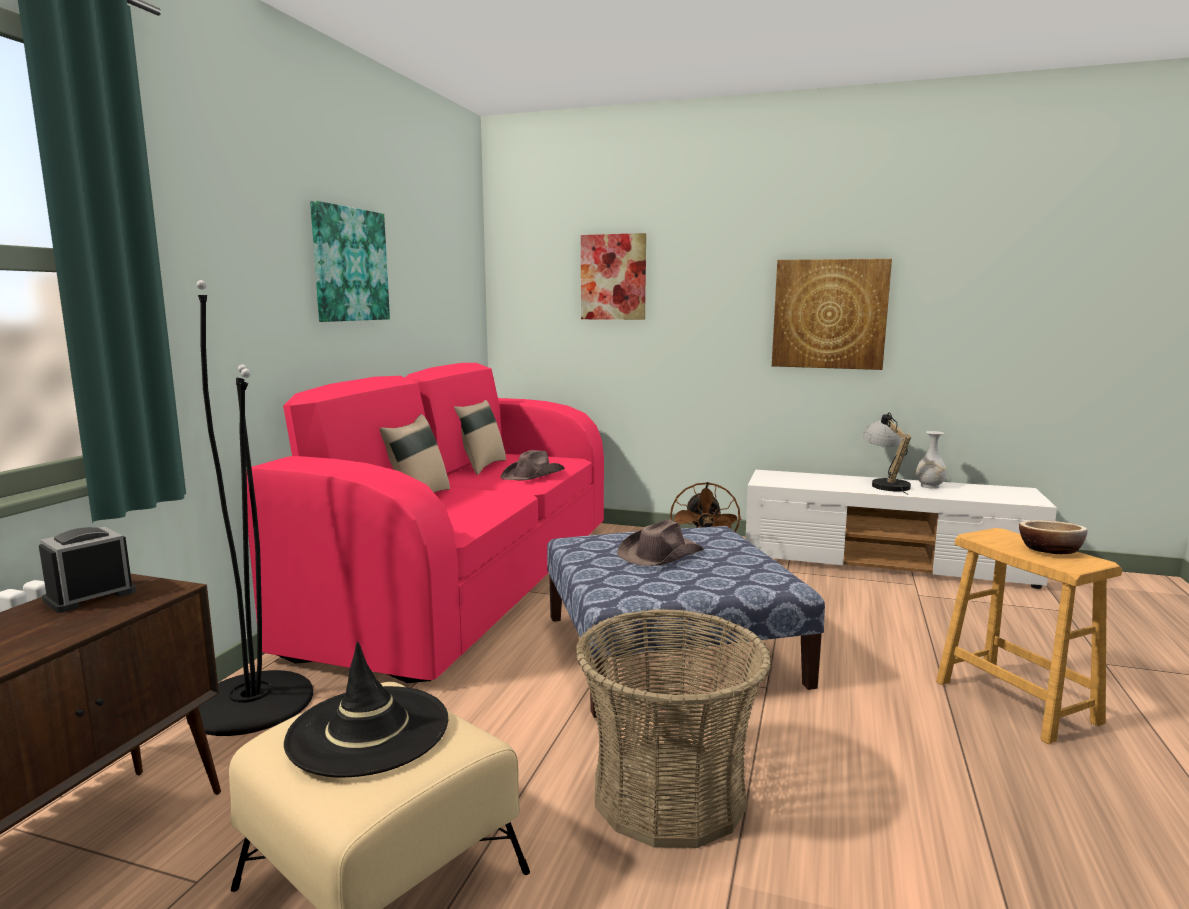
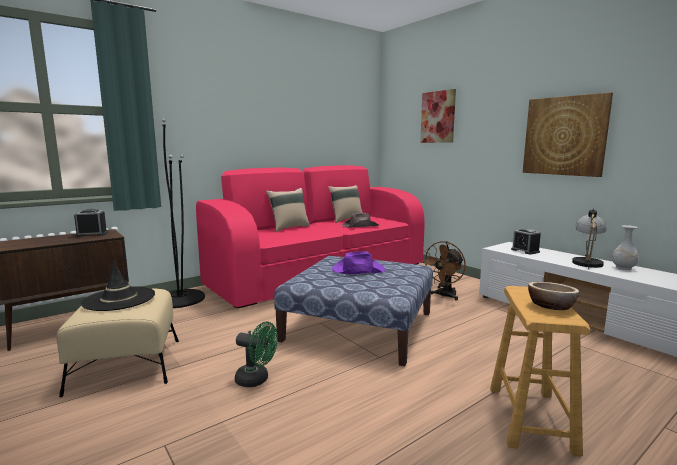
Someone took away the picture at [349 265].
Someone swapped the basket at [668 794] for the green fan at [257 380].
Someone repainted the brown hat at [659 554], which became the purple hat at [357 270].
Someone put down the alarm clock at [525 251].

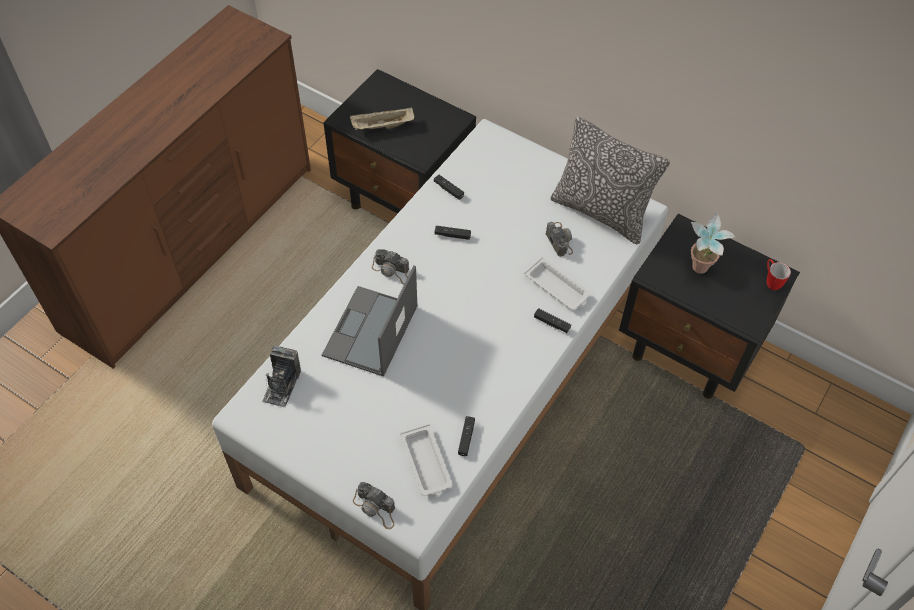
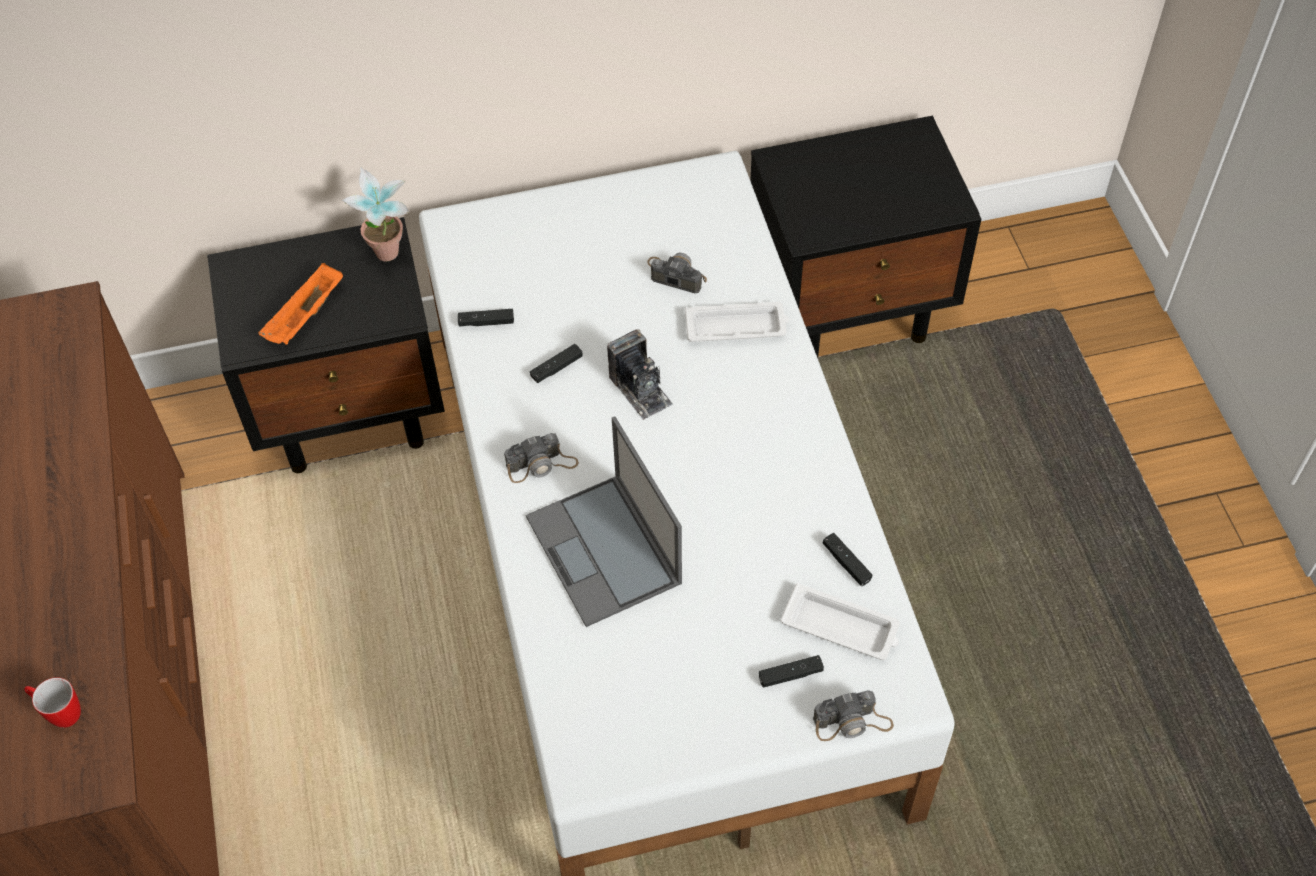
Someone carried the photo camera from [282 385] to [640 390].
Someone repainted the beige tray at [382 127], which became the orange tray at [306 317].
Someone carried the black game controller from [552 323] to [790 675].
Someone took away the pillow at [601 212].
Someone carried the potted plant from [698 272] to [390 259].
Someone carried the mug from [771 281] to [60 713].

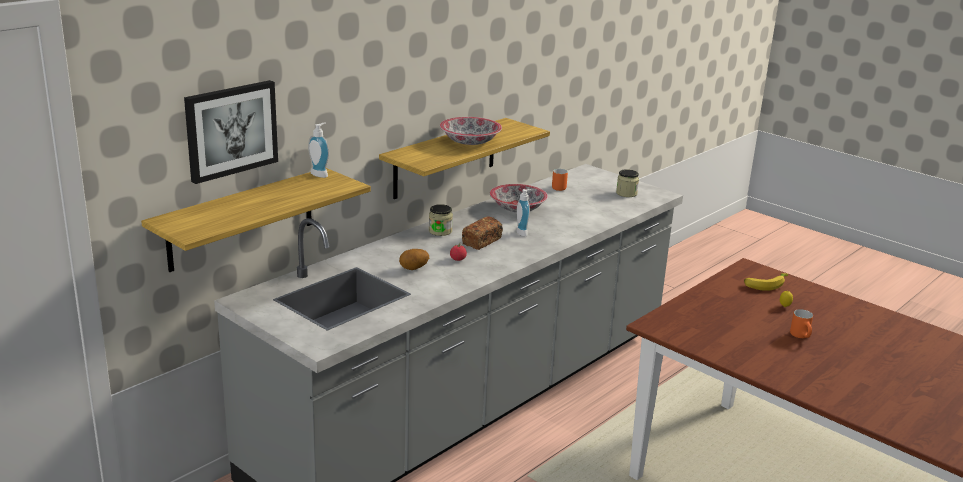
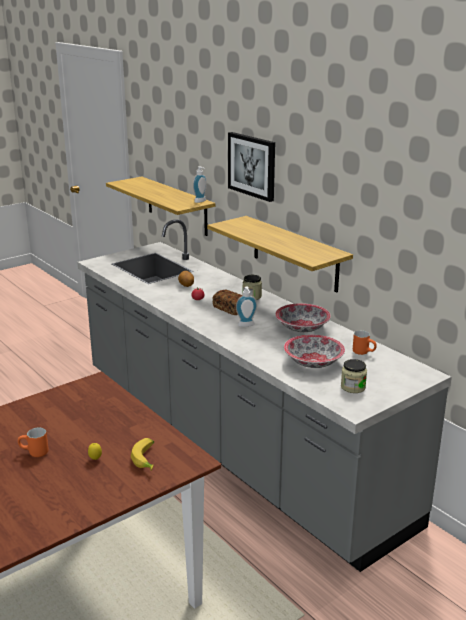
Someone carried the picture from [231 130] to [252 165].
Someone carried the bowl from [470 142] to [313 362].

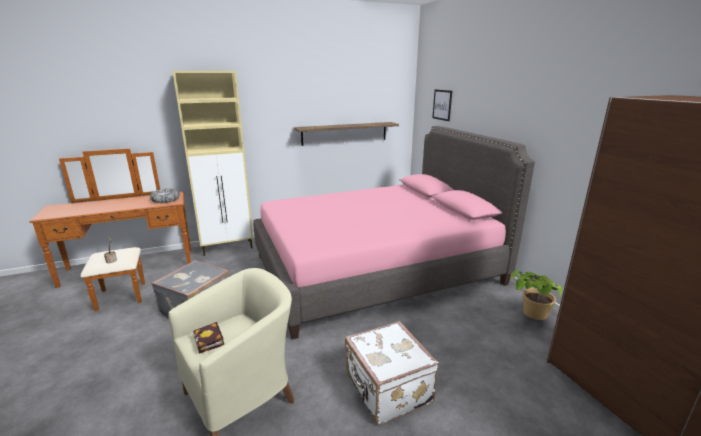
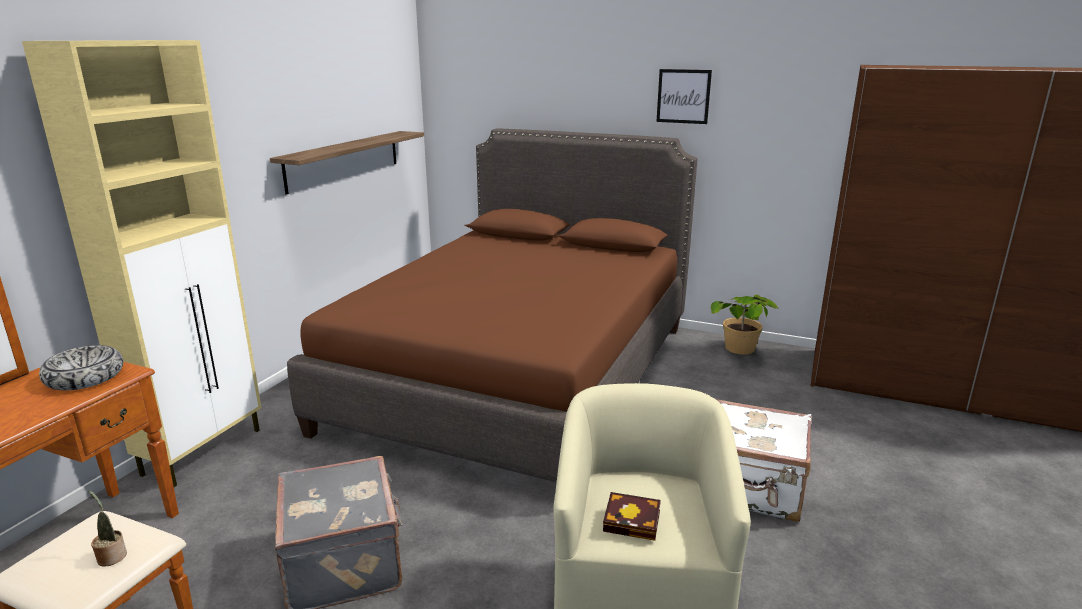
Someone repainted the pink bed at [375 269], which became the brown bed at [518 375].
Someone carried the picture from [442 105] to [683 96].

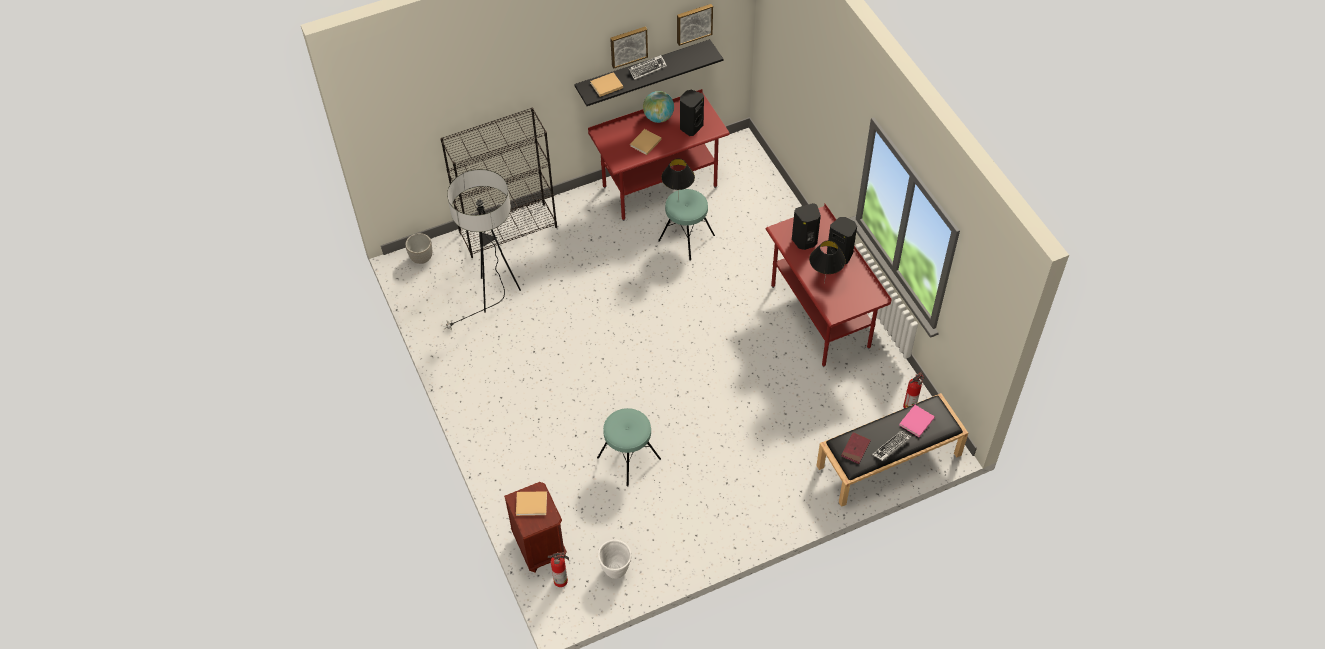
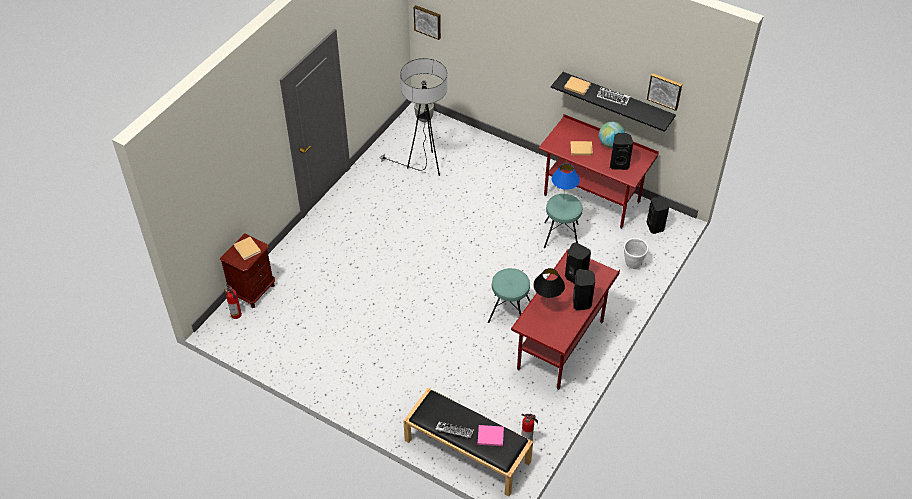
Someone took away the black bookcase at [508 230].
Someone carried the turquoise stool from [629 458] to [509 311].
Someone carried the white planter from [616 570] to [633 264].
Someone carried the picture from [628 46] to [428 21].
Someone repainted the black table lamp at [678 200], which became the blue table lamp at [563 199].
Someone took away the red book at [855 449].
Someone put down the black speaker at [656 227].

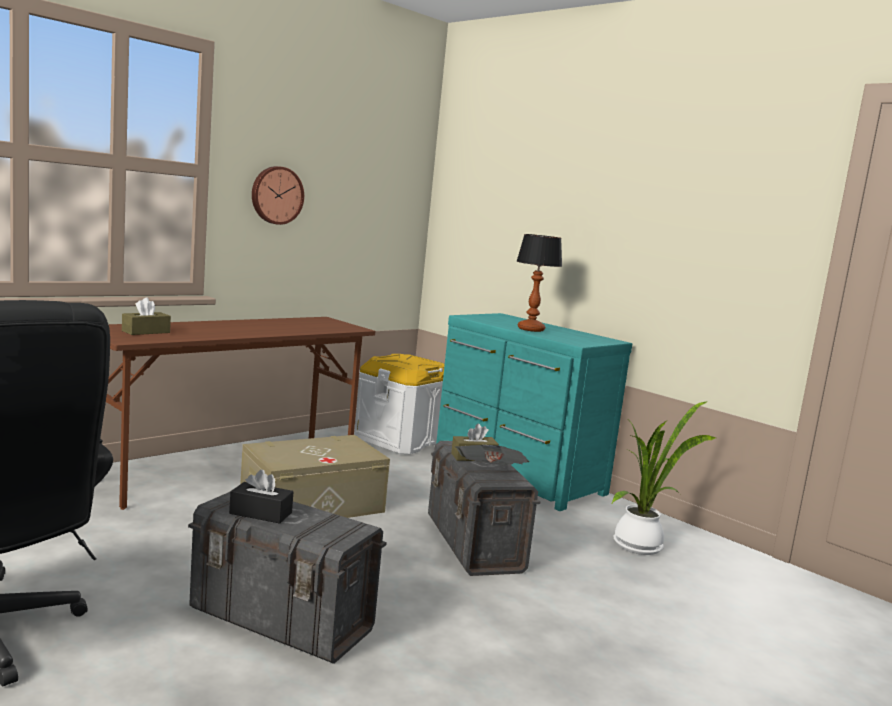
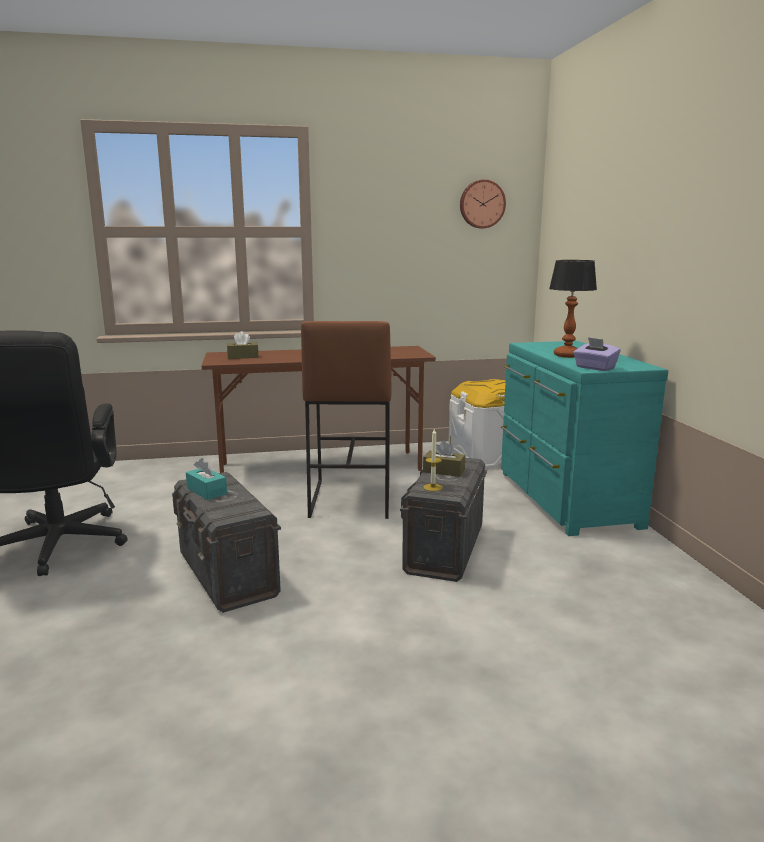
Someone repainted the black tissue box at [260 513], which became the turquoise tissue box at [206 491].
Someone swapped the beige storage box at [312 505] for the brown stool at [349 498].
Someone carried the wall clock from [276 195] to [481 204].
Someone swapped the newspaper at [490 475] for the candle at [432 487].
Someone took away the potted plant at [642 546].
Someone put down the purple tissue box at [594 368].

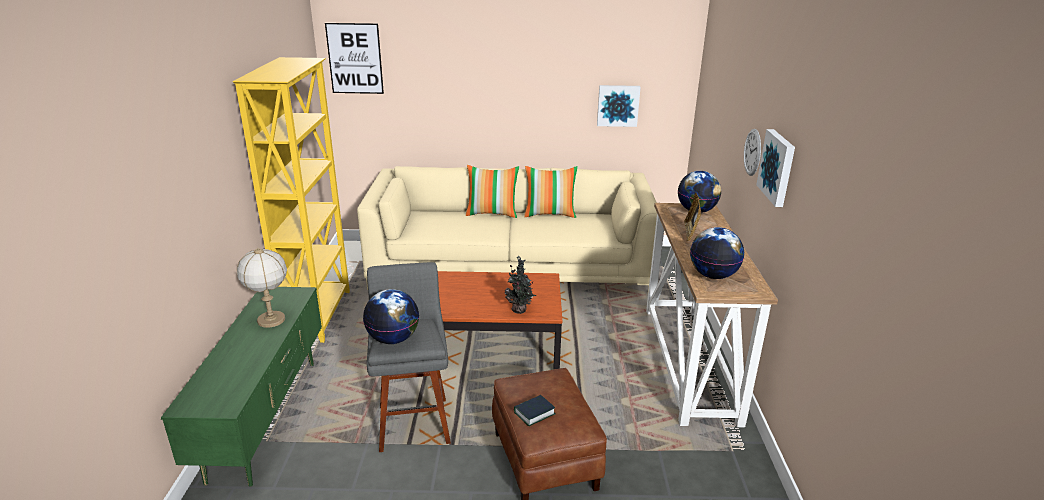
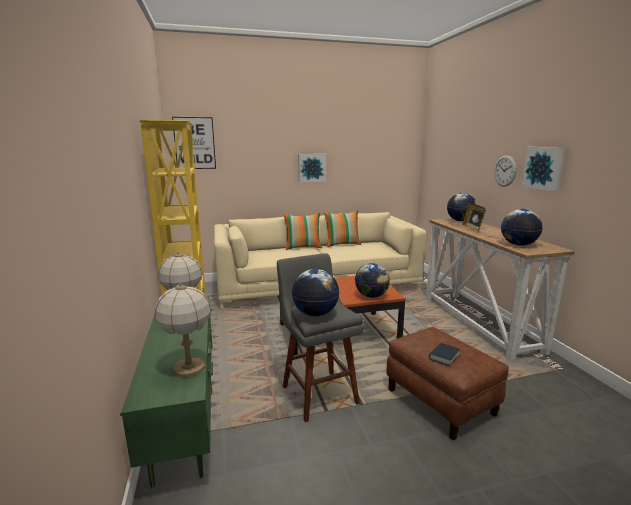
Someone swapped the potted plant at [520 311] for the globe at [371 296].
Someone carried the picture from [618 105] to [311 168].
Someone put down the table lamp at [189 369].

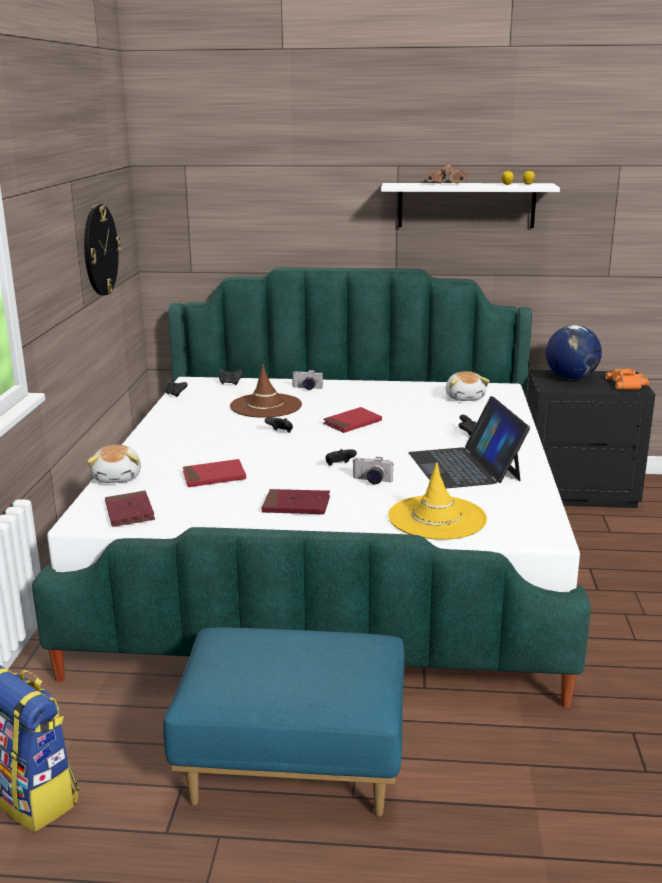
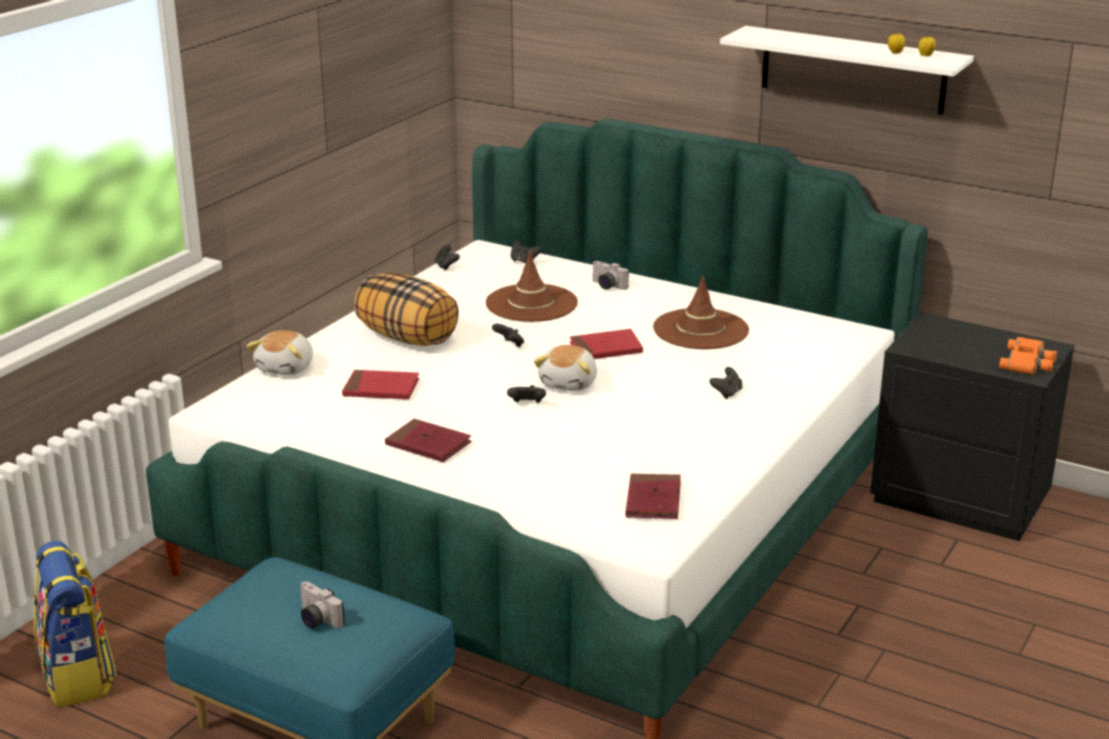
Someone took away the wall clock at [100 250].
Someone carried the red book from [129 512] to [653 500].
Someone carried the photo camera from [371 481] to [316 620].
Someone took away the yellow hat at [437 518].
Someone took away the laptop at [465 466].
Someone took away the brown binoculars at [448 184].
Someone carried the plush toy from [465 397] to [569 383].
Someone took away the globe at [571 378].
Someone put down the pillow at [408 338].
Someone put down the brown hat at [700 330].

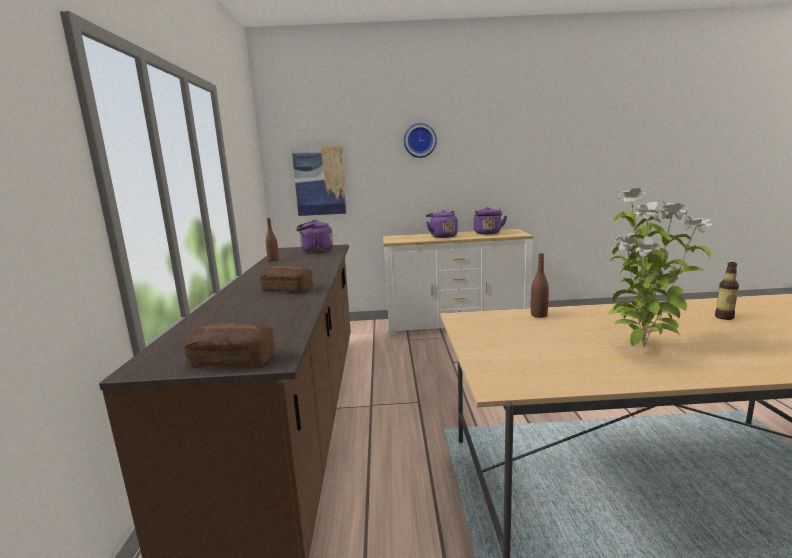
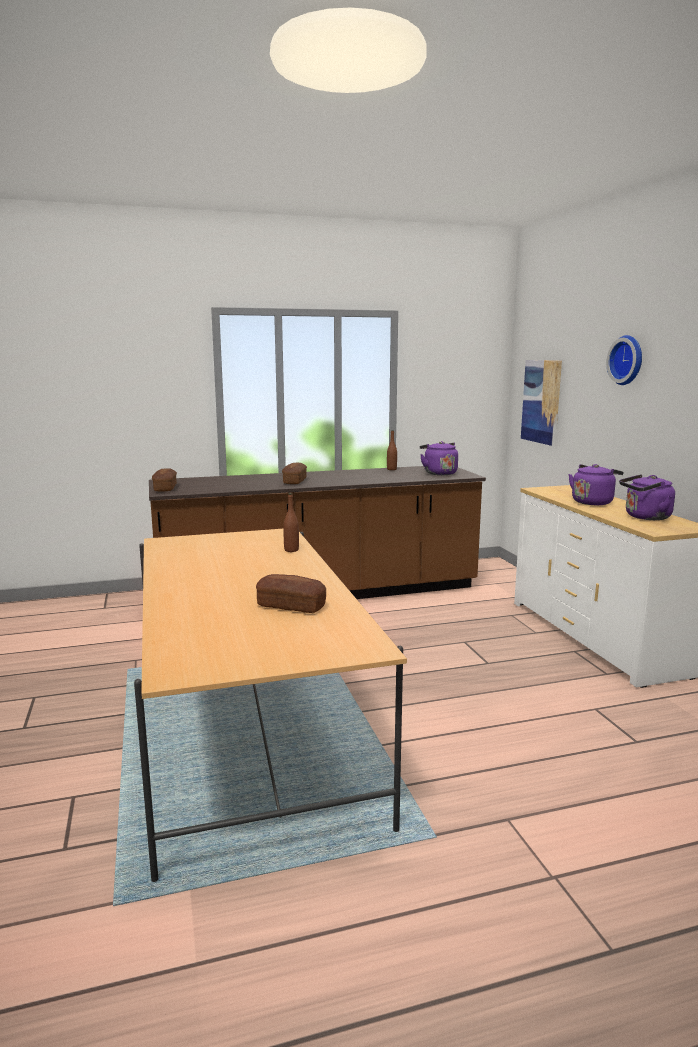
Someone took away the potted plant at [642 348].
Someone swapped the bottle at [724 317] for the bread at [291 606].

